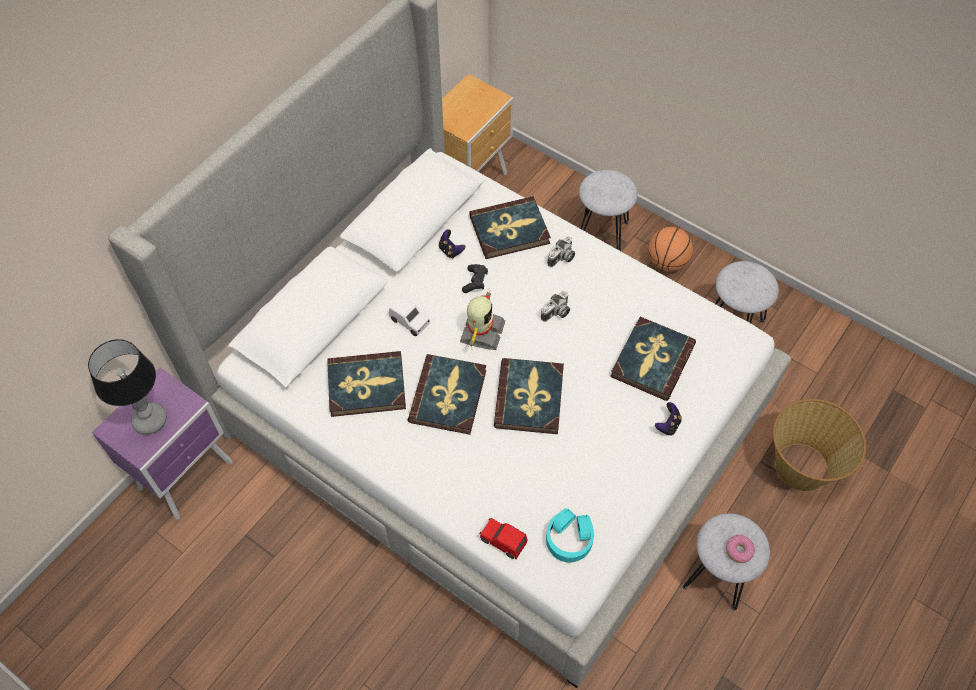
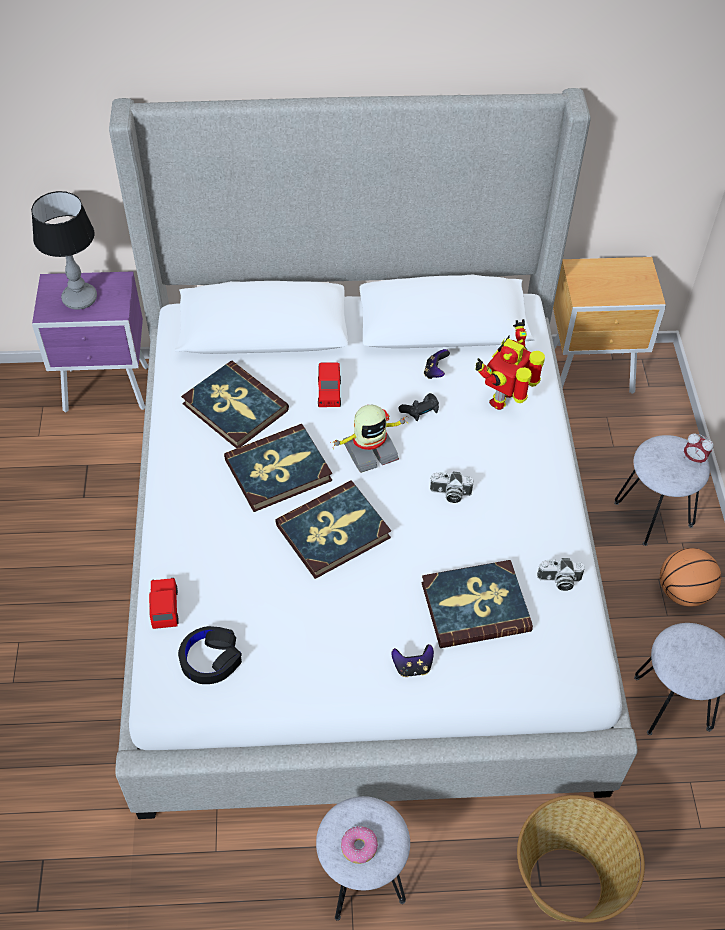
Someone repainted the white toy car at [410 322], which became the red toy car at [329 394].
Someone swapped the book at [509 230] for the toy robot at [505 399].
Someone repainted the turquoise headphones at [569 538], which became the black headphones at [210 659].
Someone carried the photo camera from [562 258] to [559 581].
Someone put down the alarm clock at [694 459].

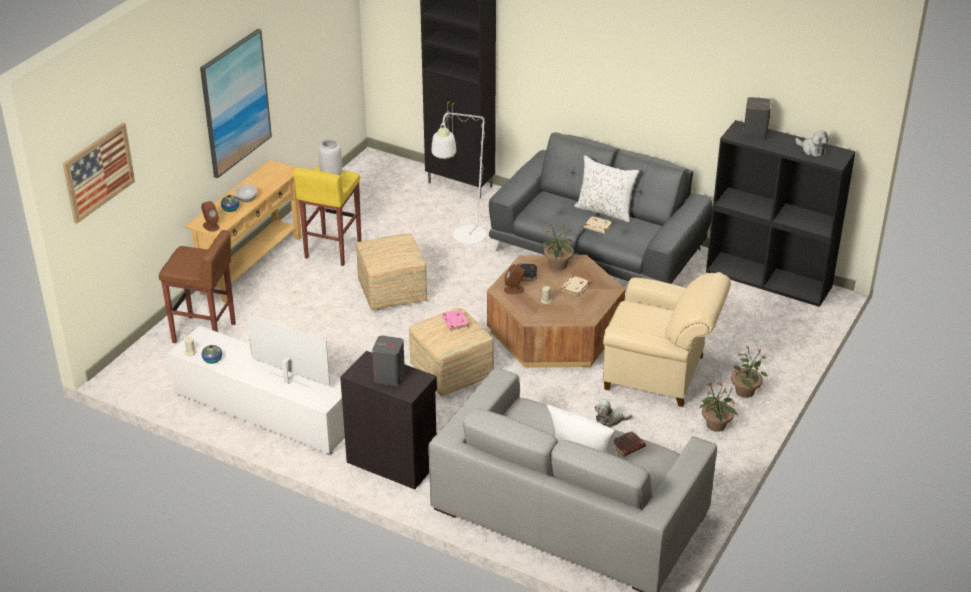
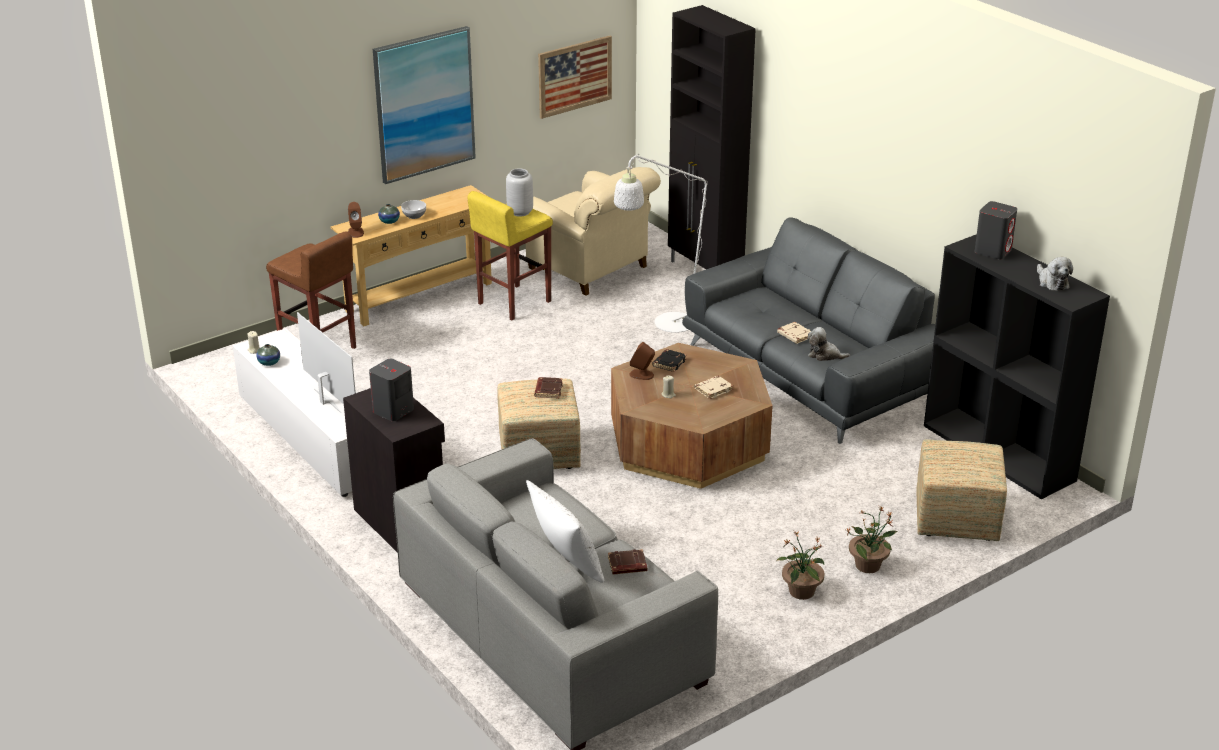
Someone carried the picture from [98 172] to [574 76].
Someone carried the ottoman from [393 292] to [957 519].
Someone repainted the pink book at [454 322], which became the brown book at [548 390].
Someone took away the potted plant at [558 265].
Someone took away the white pillow at [605 211].
Someone carried the plush toy from [610 420] to [825 355].
Someone carried the beige armchair from [660 373] to [592 269].

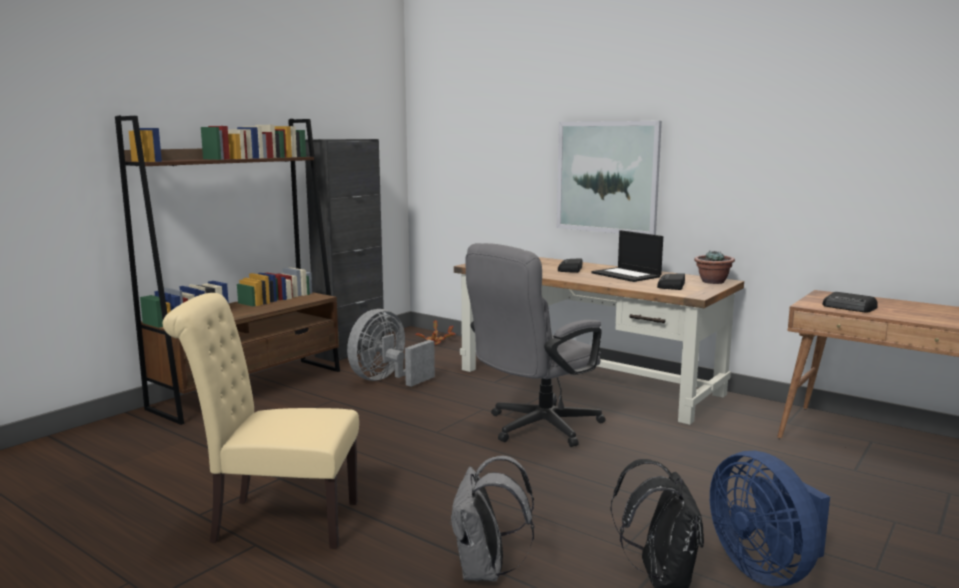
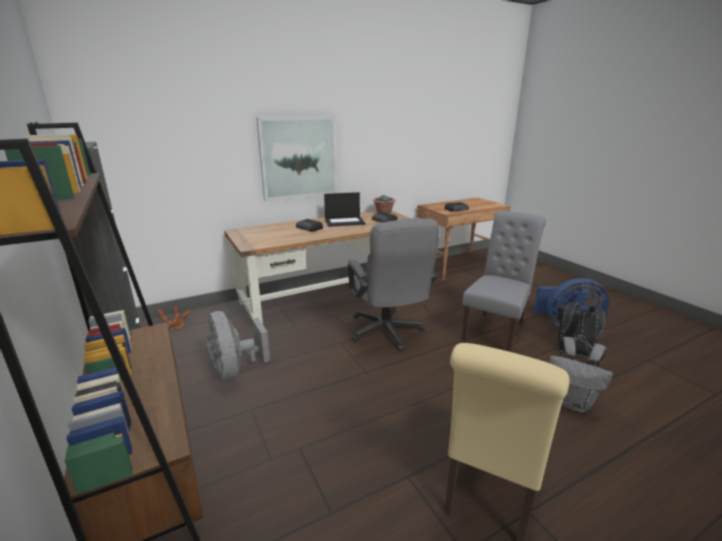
Someone put down the grey chair at [496 329].

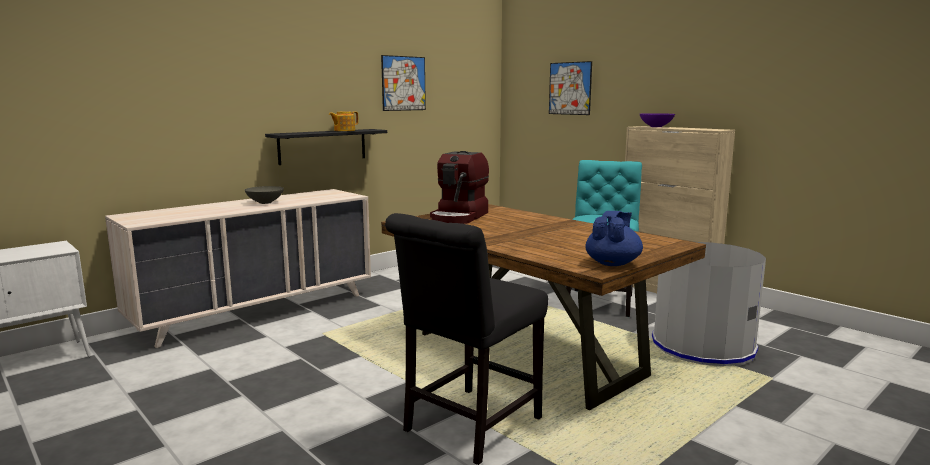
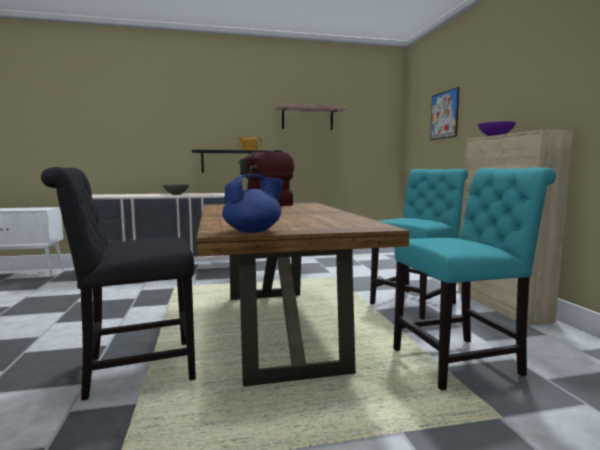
Someone swapped the picture at [403 83] for the shelf at [307 118].
Someone swapped the grey trash can at [702 346] for the turquoise chair at [462 362].

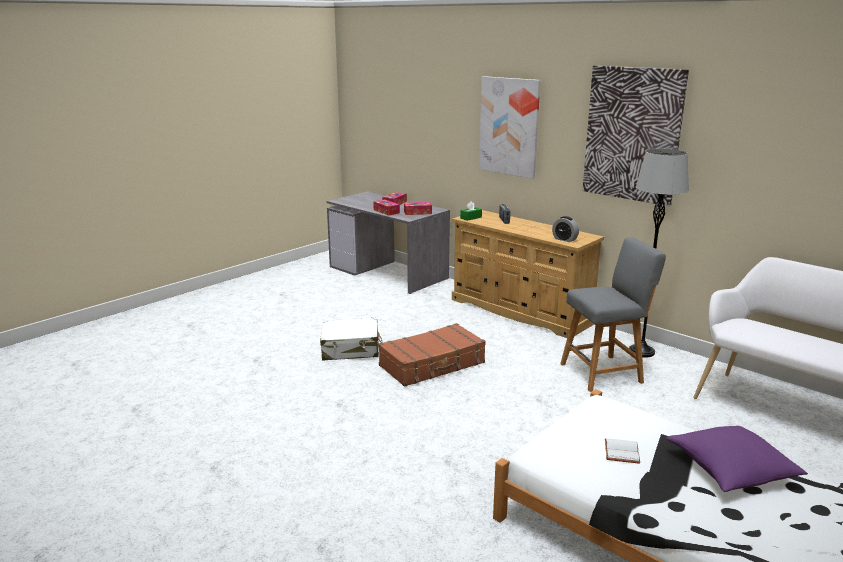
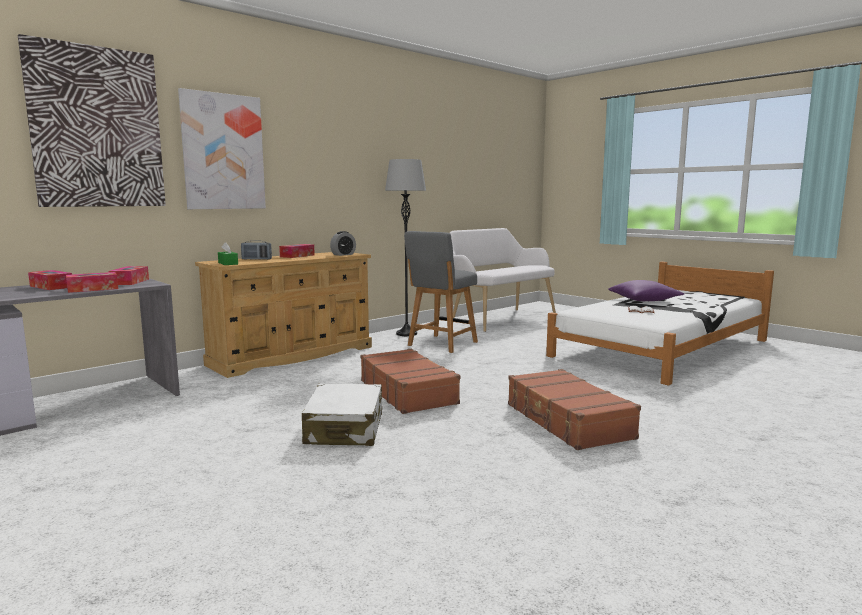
Someone rotated the grey chair at [604 372] by 135 degrees counterclockwise.
Someone carried the picture from [632 134] to [97 128].
Someone put down the tissue box at [297 256].
Someone put down the brown suitcase at [567 421].

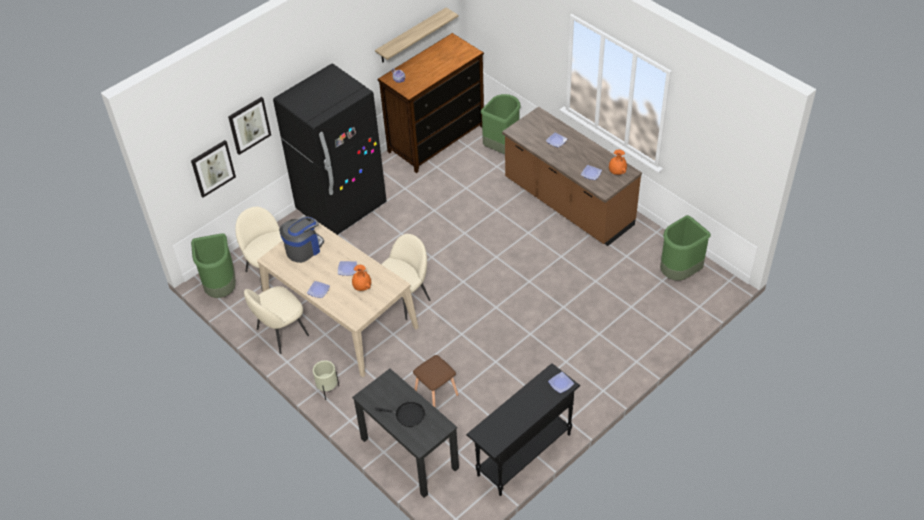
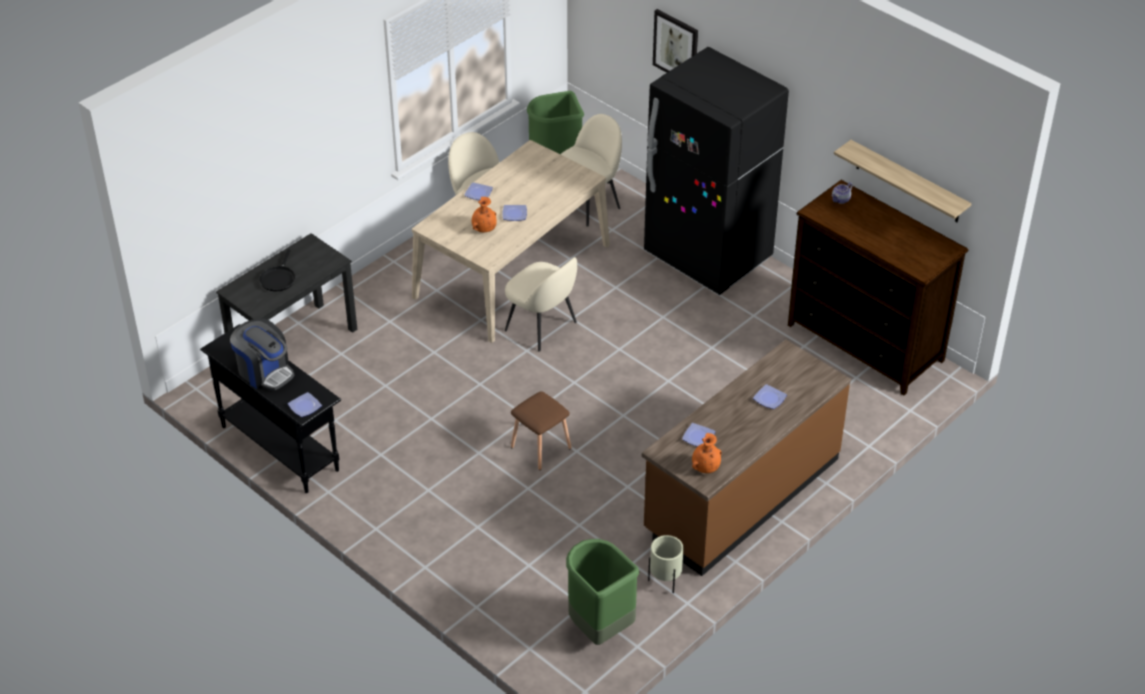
Someone took away the picture at [213 168].
Someone carried the coffee machine from [303 249] to [265 371].
Someone carried the beige planter from [328 390] to [665 581].
Someone carried the brown stool from [437 394] to [540 448].
Someone took away the green trash can at [502 147].

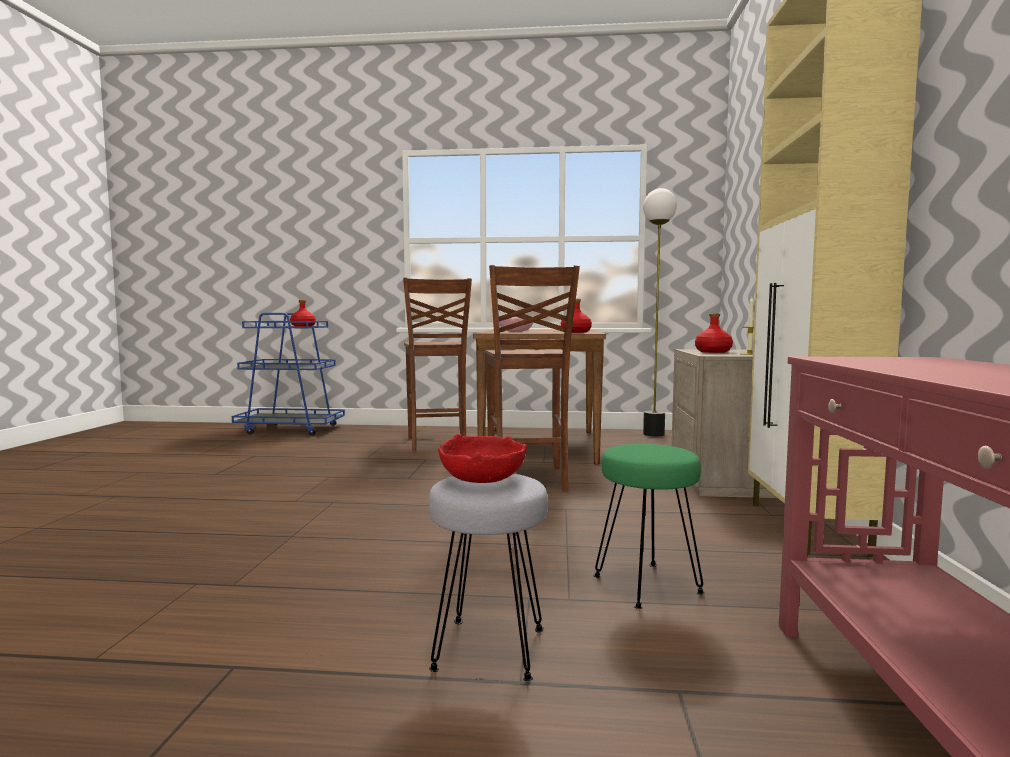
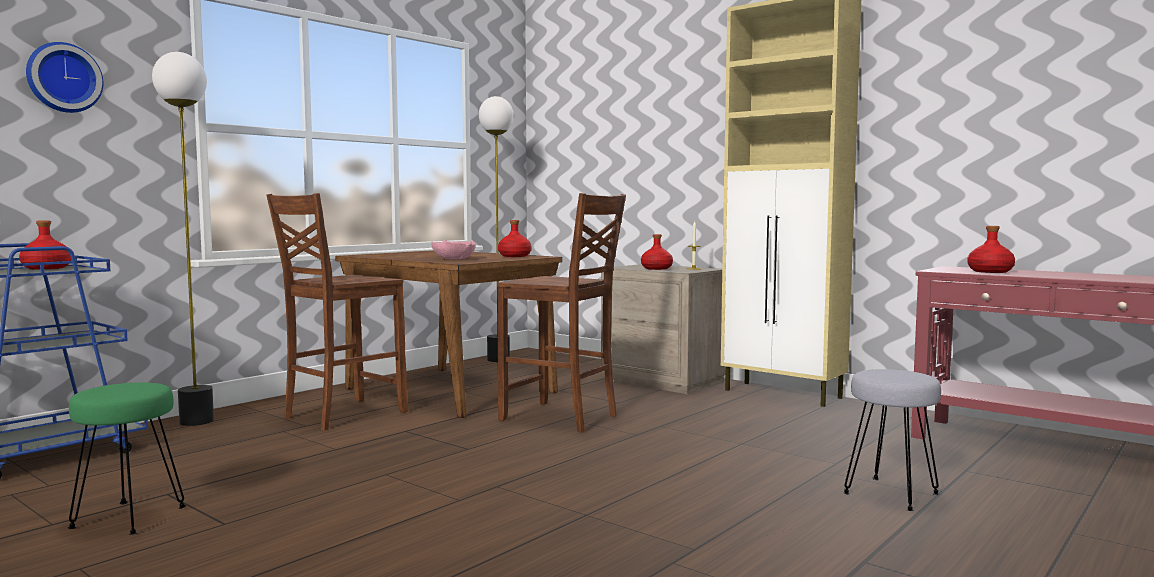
Someone rotated the brown chair at [437 443] by 105 degrees clockwise.
Someone took away the red bowl at [482 479].
Someone carried the green stool from [647 586] to [129 518].
Someone put up the wall clock at [63 78].
Someone put down the floor lamp at [197 421].
Someone put down the red bottle at [990 271].

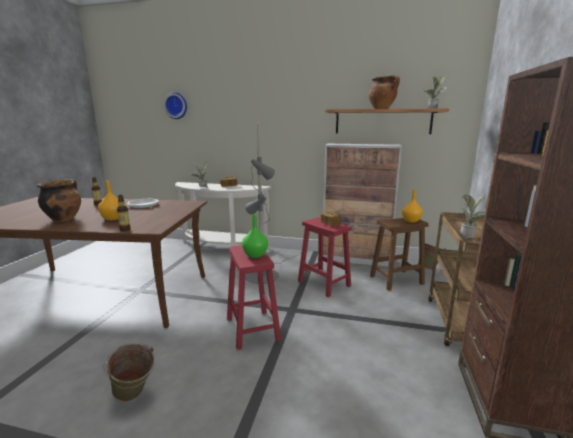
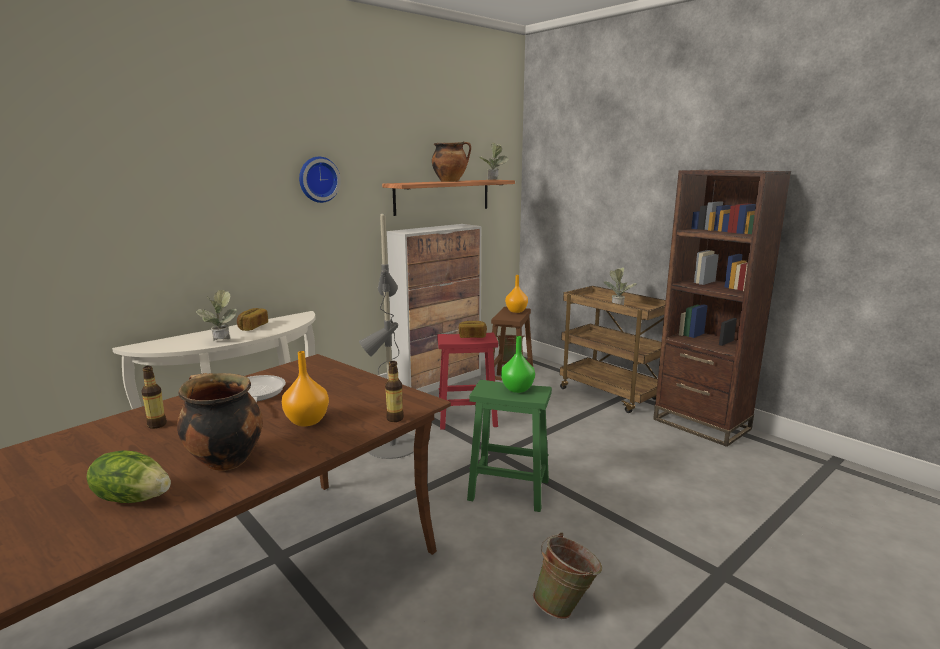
Someone carried the wall clock from [176 106] to [318 179].
Someone repainted the red stool at [253 329], which became the green stool at [510 490].
Someone put down the lettuce at [133 497].

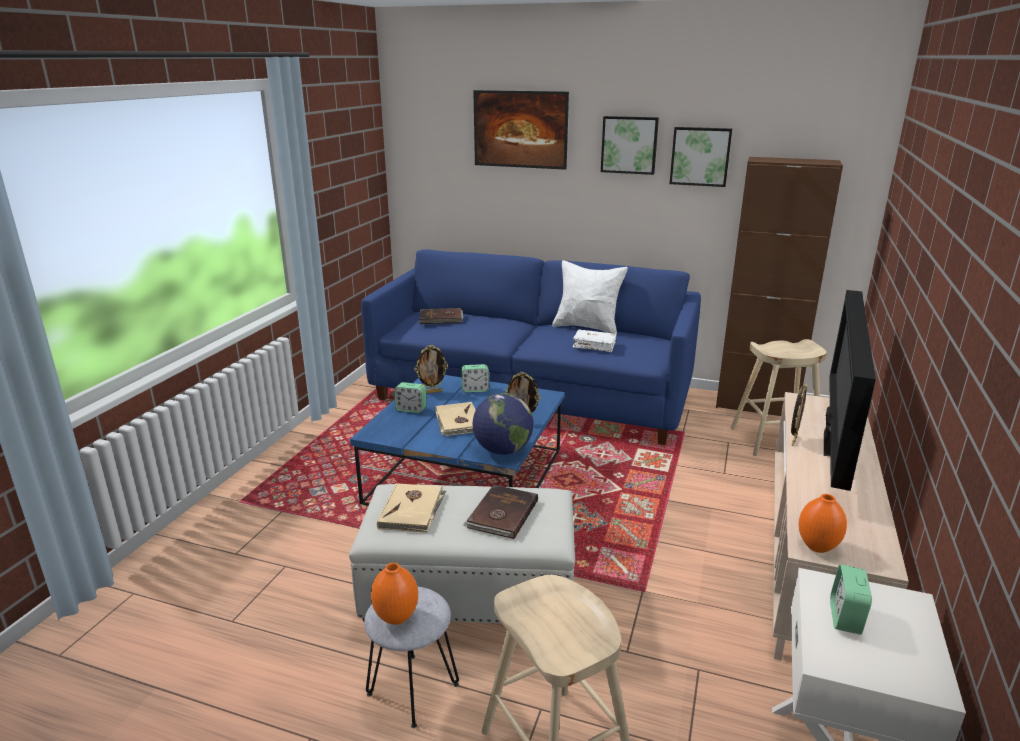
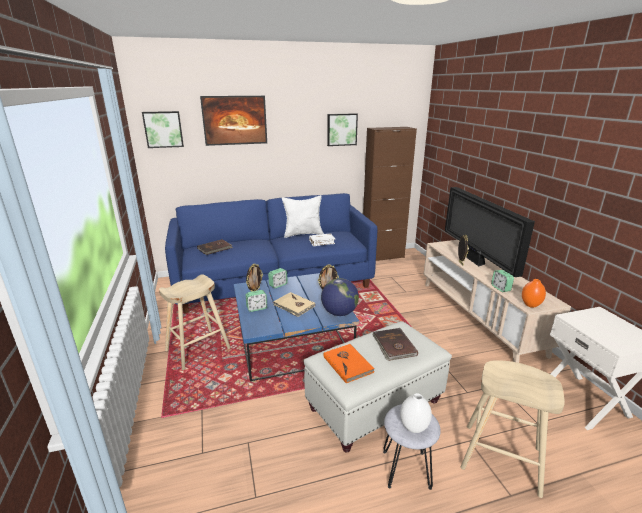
Someone repainted the orange vase at [395 617], which became the white vase at [413 428].
Someone repainted the beige book at [412 510], which became the orange book at [348 364].
Someone carried the picture from [629 145] to [163 129].
Someone carried the beige stool from [775 439] to [198 349].
Someone carried the alarm clock from [845 617] to [500 288].

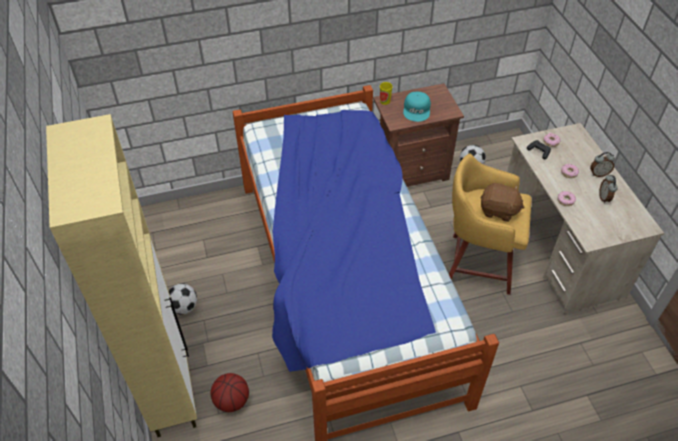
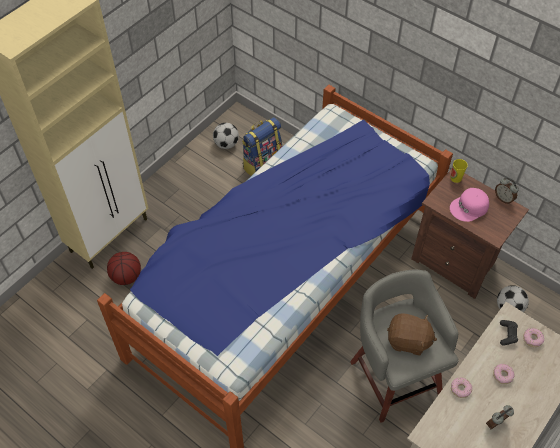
Someone carried the football from [184 307] to [226 144].
Someone repainted the turquoise cap at [417 110], which became the pink cap at [469 208].
Someone repainted the yellow stool at [477 263], which became the grey stool at [394 376].
Someone rotated the brown plush toy at [498 210] by 60 degrees counterclockwise.
Someone carried the alarm clock from [598 173] to [503 198].
Someone put down the backpack at [262 164].

